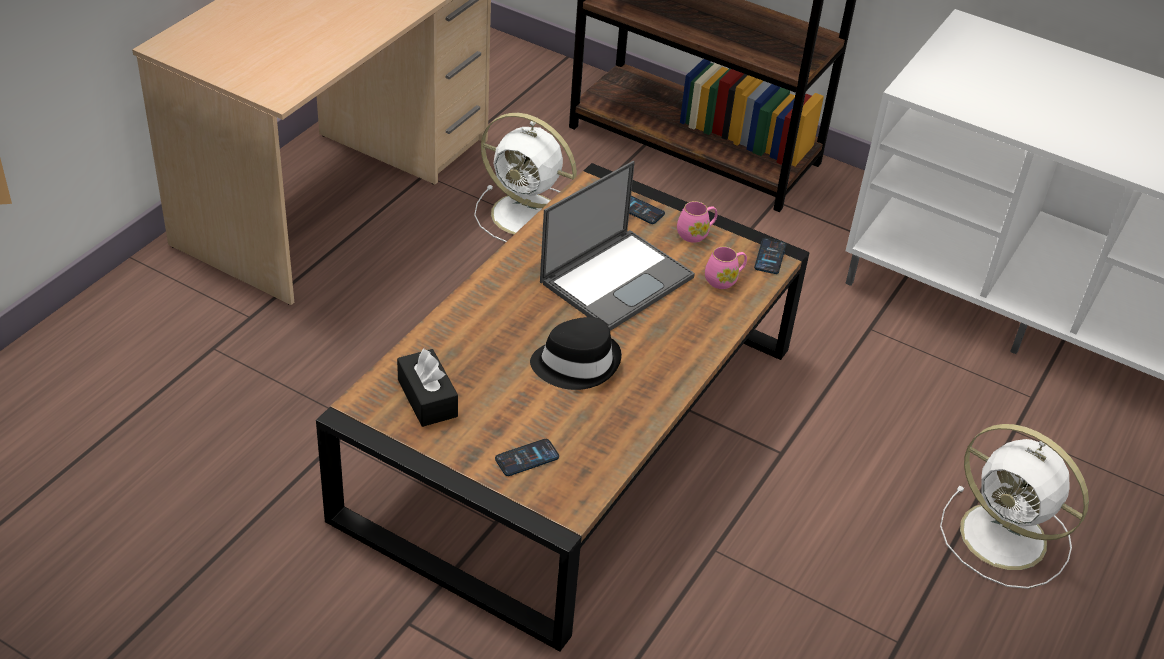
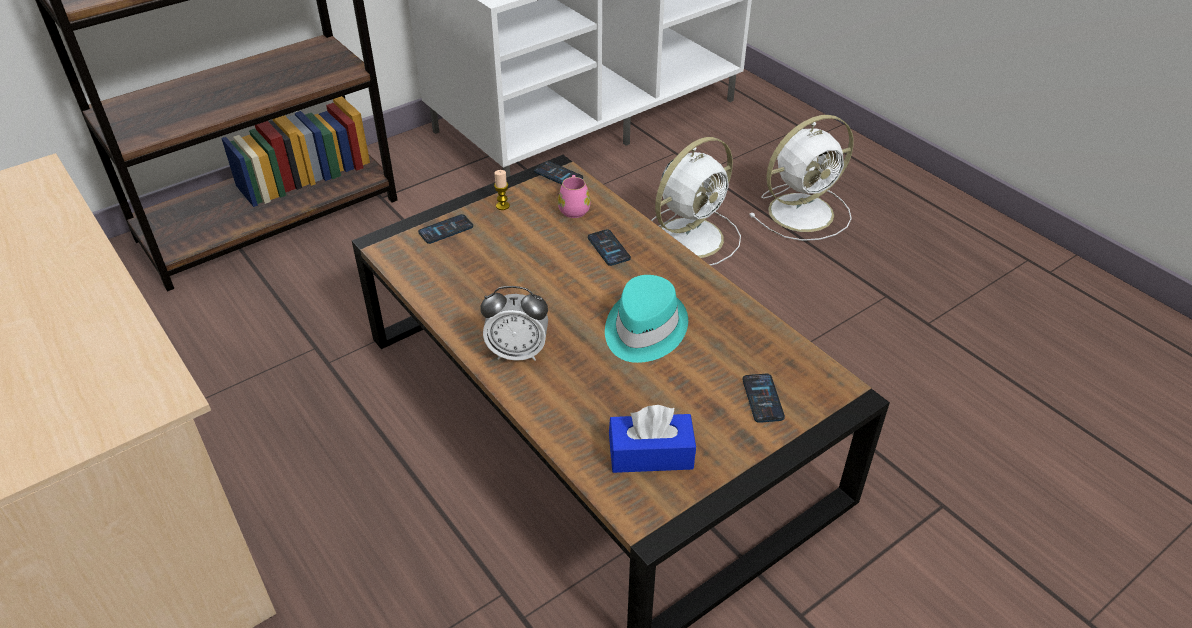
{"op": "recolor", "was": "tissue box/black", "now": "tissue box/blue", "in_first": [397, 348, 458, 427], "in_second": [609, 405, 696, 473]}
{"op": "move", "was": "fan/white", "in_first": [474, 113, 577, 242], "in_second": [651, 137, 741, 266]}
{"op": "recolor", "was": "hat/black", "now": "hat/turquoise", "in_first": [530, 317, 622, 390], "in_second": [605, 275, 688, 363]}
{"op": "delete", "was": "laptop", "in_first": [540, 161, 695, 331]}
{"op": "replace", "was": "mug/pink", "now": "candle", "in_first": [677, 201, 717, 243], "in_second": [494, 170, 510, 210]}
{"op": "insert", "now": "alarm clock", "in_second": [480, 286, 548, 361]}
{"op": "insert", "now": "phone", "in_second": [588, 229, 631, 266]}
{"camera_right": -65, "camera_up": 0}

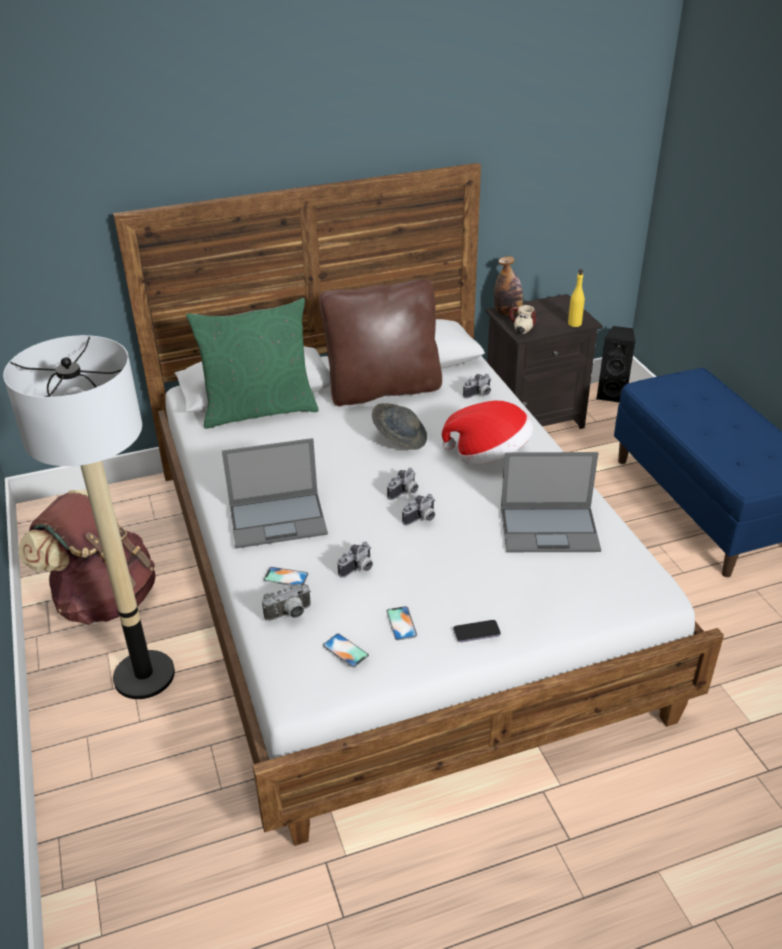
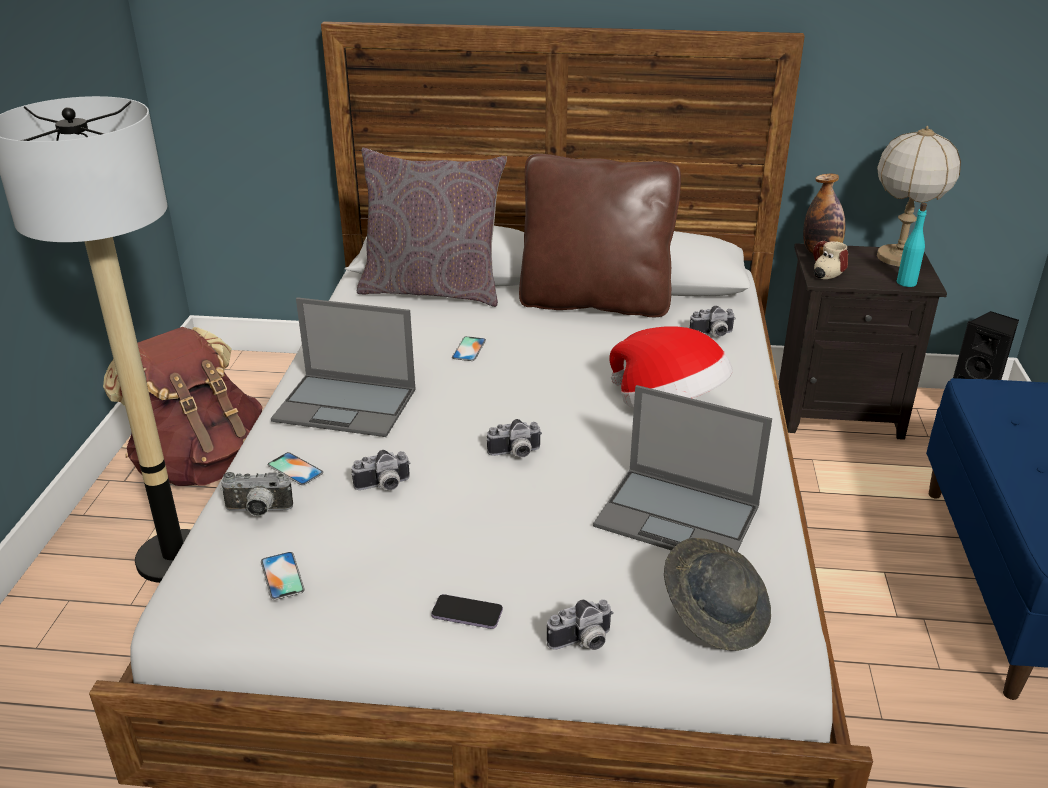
{"op": "recolor", "was": "pillow/green", "now": "pillow/grey", "in_first": [186, 298, 319, 429], "in_second": [357, 148, 507, 307]}
{"op": "move", "was": "hat/grey", "in_first": [372, 403, 427, 450], "in_second": [664, 538, 771, 651]}
{"op": "move", "was": "phone", "in_first": [386, 606, 417, 640], "in_second": [452, 336, 486, 361]}
{"op": "move", "was": "photo camera", "in_first": [387, 468, 418, 500], "in_second": [547, 600, 614, 650]}
{"op": "recolor", "was": "bottle/yellow", "now": "bottle/turquoise", "in_first": [568, 269, 585, 327], "in_second": [897, 203, 927, 287]}
{"op": "insert", "now": "table lamp", "in_second": [877, 126, 961, 267]}
{"camera_right": 25, "camera_up": -5}

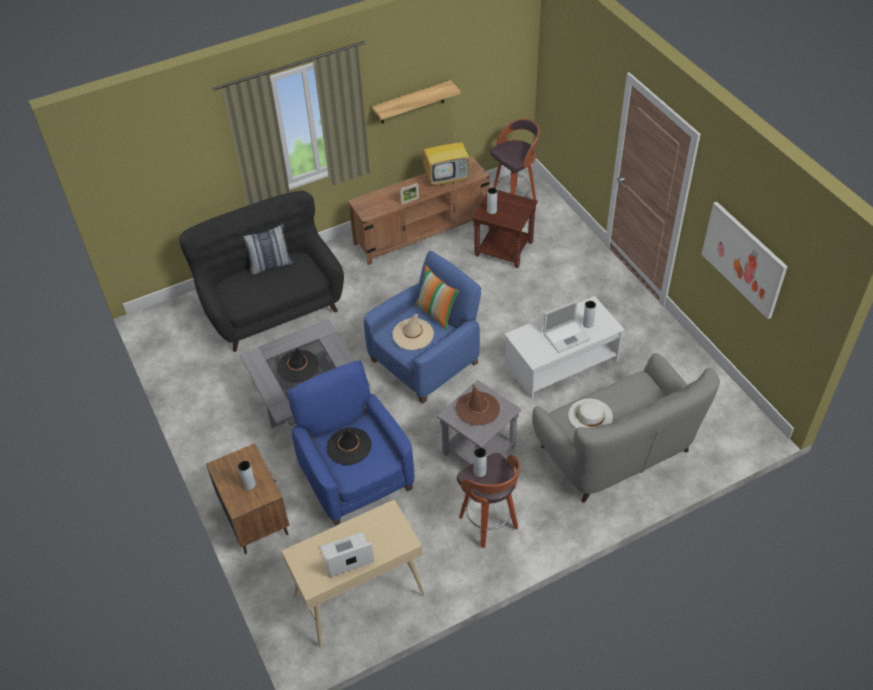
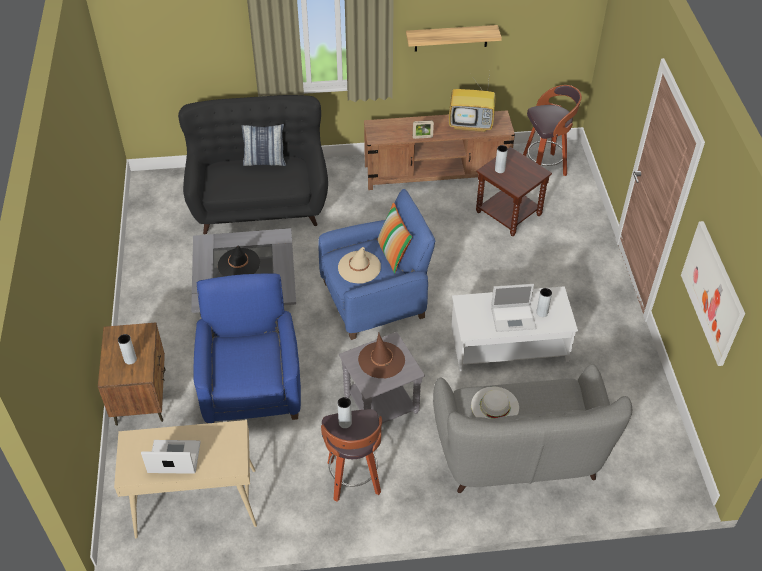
{"op": "delete", "was": "hat/black", "in_first": [327, 427, 371, 465]}
{"camera_right": 20, "camera_up": 0}

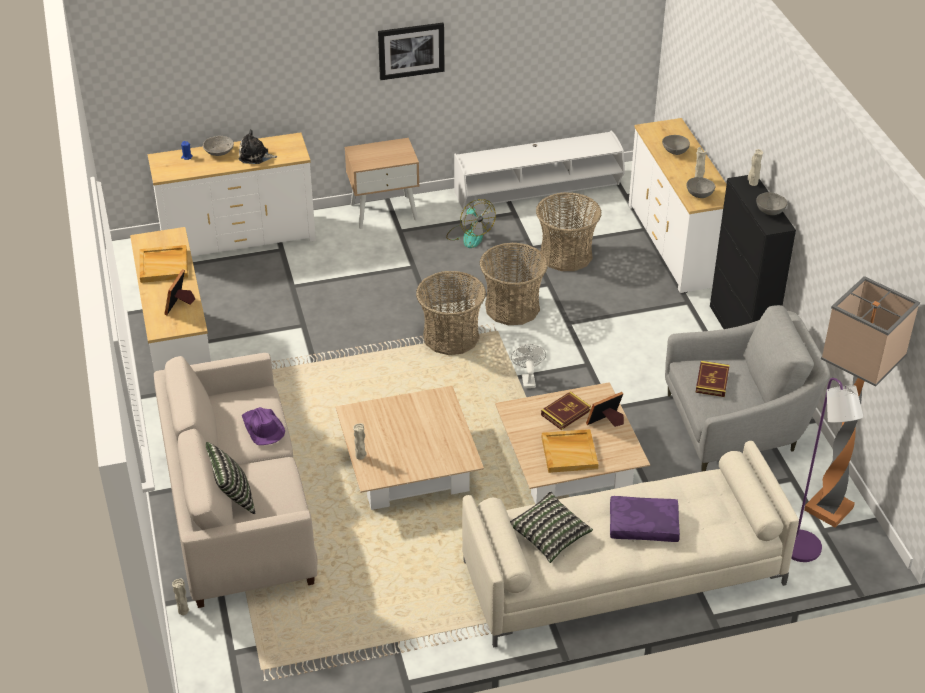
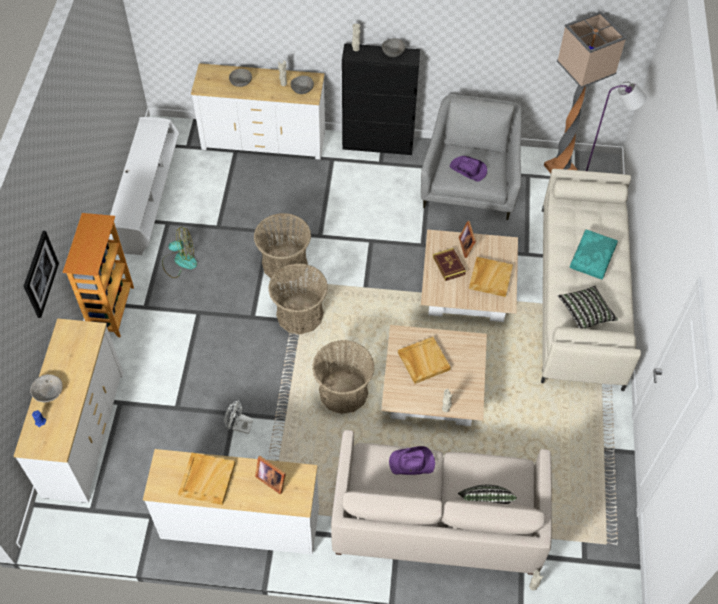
{"op": "delete", "was": "plush toy", "in_first": [239, 129, 278, 164]}
{"op": "replace", "was": "nightstand/beige", "now": "bookcase", "in_first": [345, 138, 420, 229], "in_second": [63, 213, 134, 337]}
{"op": "move", "was": "picture", "in_first": [378, 23, 445, 80], "in_second": [24, 231, 59, 318]}
{"op": "move", "was": "fan/white", "in_first": [511, 344, 546, 388], "in_second": [225, 400, 253, 434]}
{"op": "move", "was": "basket", "in_first": [536, 192, 602, 271], "in_second": [312, 340, 375, 414]}
{"op": "recolor", "was": "pillow/purple", "now": "pillow/turquoise", "in_first": [610, 496, 680, 542], "in_second": [570, 230, 618, 279]}
{"op": "replace", "was": "book", "now": "hat/purple", "in_first": [695, 361, 730, 397], "in_second": [450, 156, 487, 182]}
{"op": "insert", "now": "tray/beige", "in_second": [398, 337, 451, 384]}
{"camera_right": -70, "camera_up": 15}

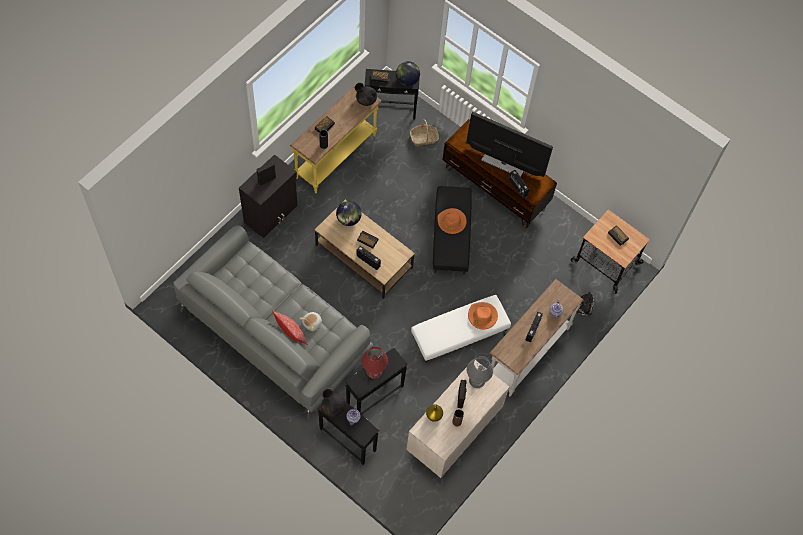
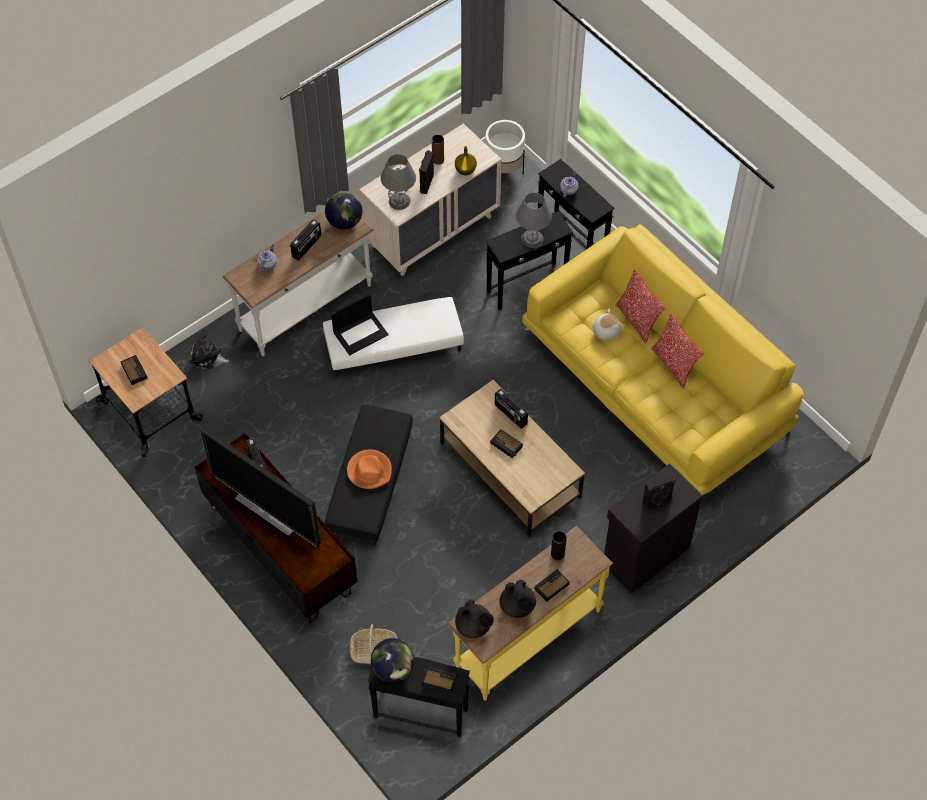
{"op": "recolor", "was": "sofa/grey", "now": "sofa/yellow", "in_first": [173, 226, 373, 419], "in_second": [522, 224, 804, 495]}
{"op": "move", "was": "teapot/black", "in_first": [322, 389, 346, 417], "in_second": [499, 579, 536, 618]}
{"op": "move", "was": "globe", "in_first": [336, 201, 362, 226], "in_second": [325, 192, 362, 230]}
{"op": "recolor", "was": "table lamp/red", "now": "table lamp/grey", "in_first": [362, 346, 388, 379], "in_second": [516, 192, 552, 248]}
{"op": "replace", "was": "hat/orange", "now": "laptop", "in_first": [468, 302, 498, 329], "in_second": [331, 294, 388, 355]}
{"op": "insert", "now": "planter/white", "in_second": [485, 120, 525, 175]}
{"op": "insert", "now": "pillow", "in_second": [652, 314, 704, 389]}
{"camera_right": -165, "camera_up": -5}

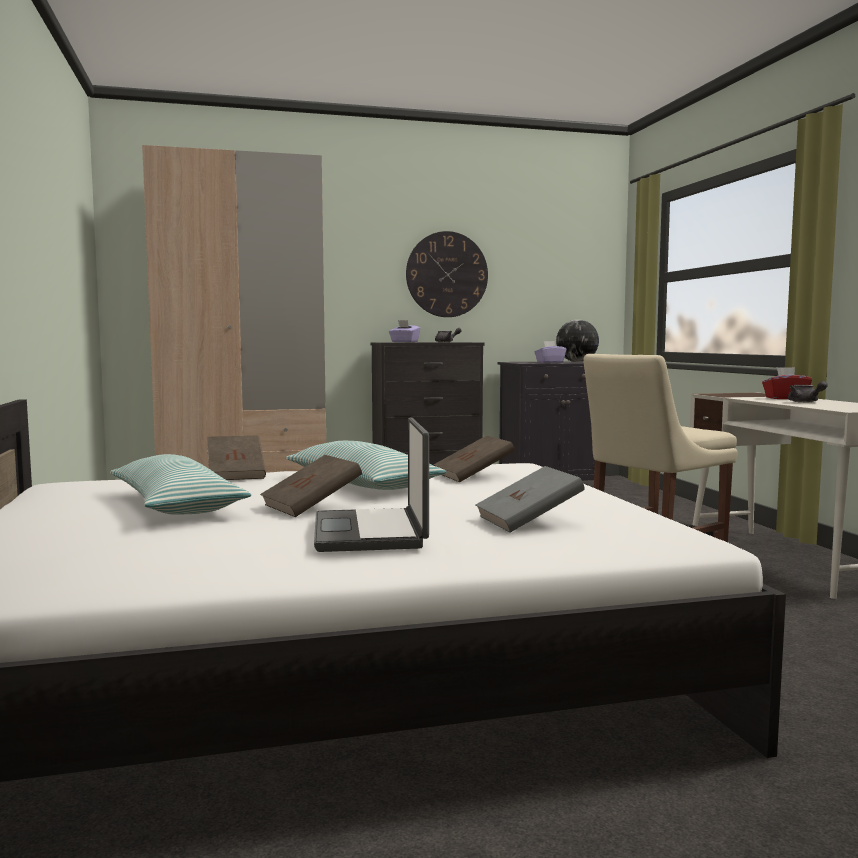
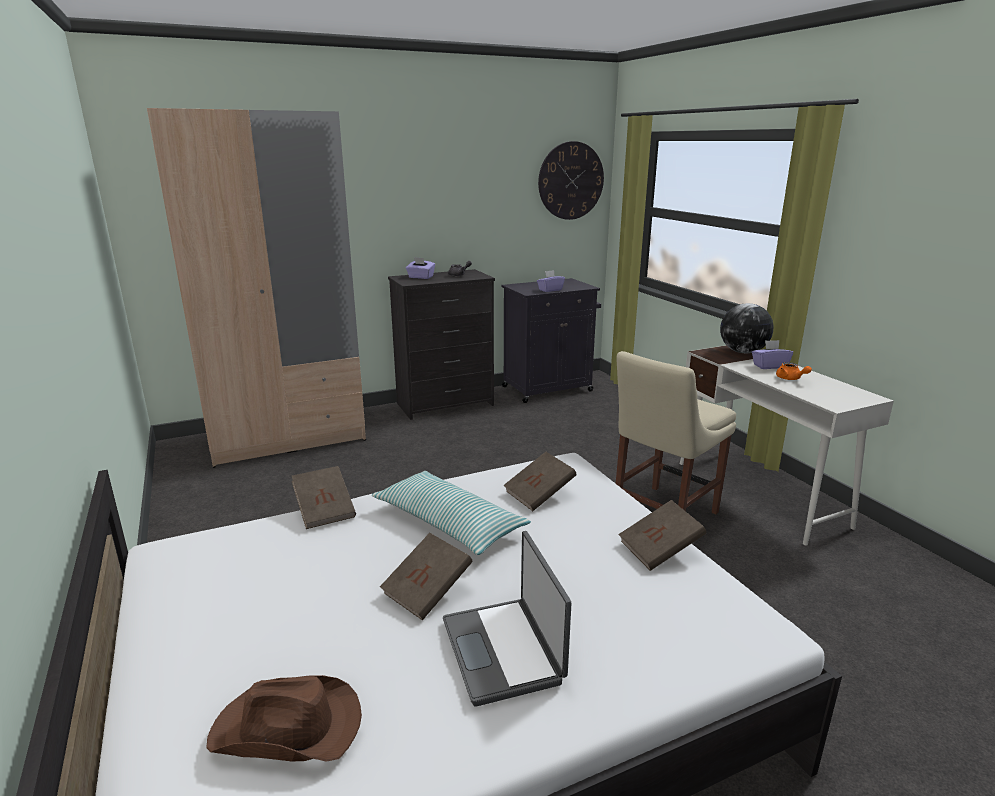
{"op": "delete", "was": "pillow", "in_first": [110, 454, 251, 515]}
{"op": "move", "was": "wall clock", "in_first": [406, 231, 488, 317], "in_second": [538, 141, 604, 220]}
{"op": "delete", "was": "book/grey", "in_first": [475, 466, 585, 533]}
{"op": "move", "was": "globe", "in_first": [556, 320, 599, 362], "in_second": [720, 303, 774, 353]}
{"op": "recolor", "was": "tissue box/red", "now": "tissue box/purple", "in_first": [762, 367, 812, 399], "in_second": [752, 340, 793, 369]}
{"op": "recolor", "was": "teapot/grey", "now": "teapot/orange", "in_first": [788, 381, 828, 402], "in_second": [776, 362, 812, 380]}
{"op": "insert", "now": "hat/brown", "in_second": [206, 675, 362, 762]}
{"op": "insert", "now": "book/brown", "in_second": [618, 500, 706, 571]}
{"camera_right": -10, "camera_up": 15}

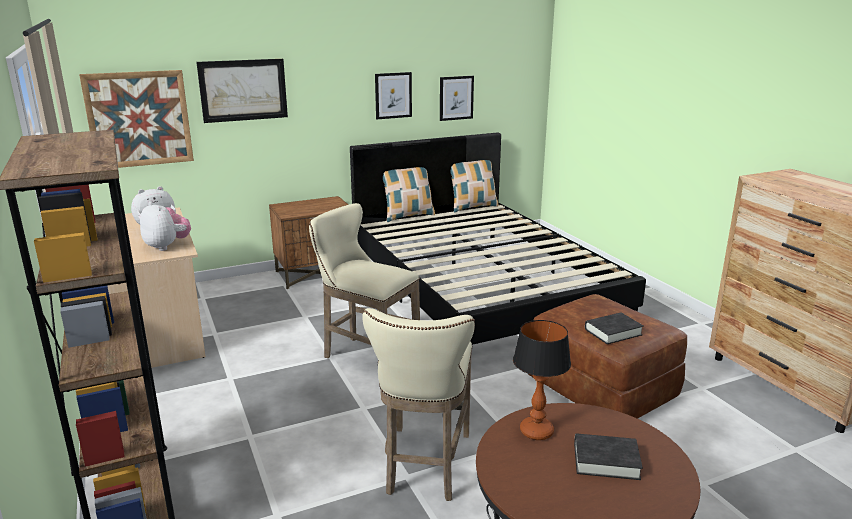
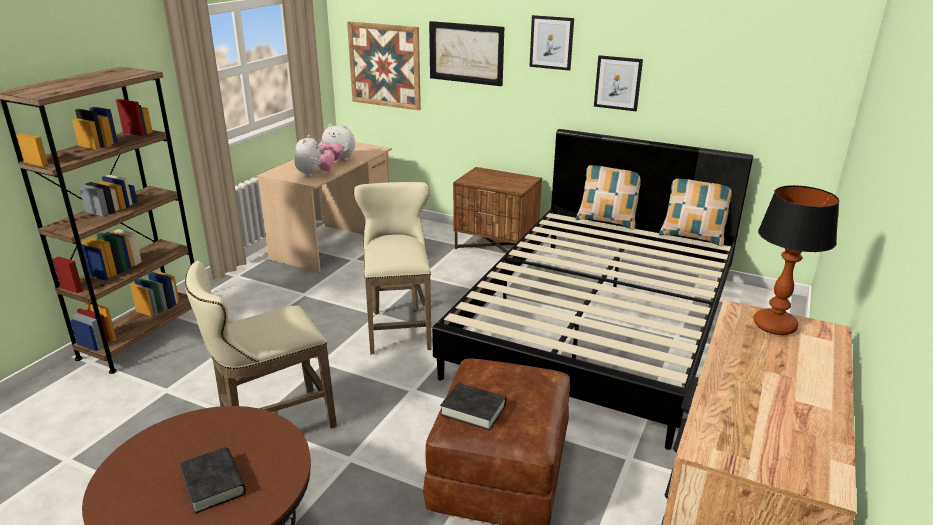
{"op": "move", "was": "picture", "in_first": [440, 76, 474, 121], "in_second": [529, 15, 574, 71]}
{"op": "move", "was": "table lamp", "in_first": [513, 320, 571, 440], "in_second": [754, 185, 840, 335]}
{"camera_right": 50, "camera_up": 5}

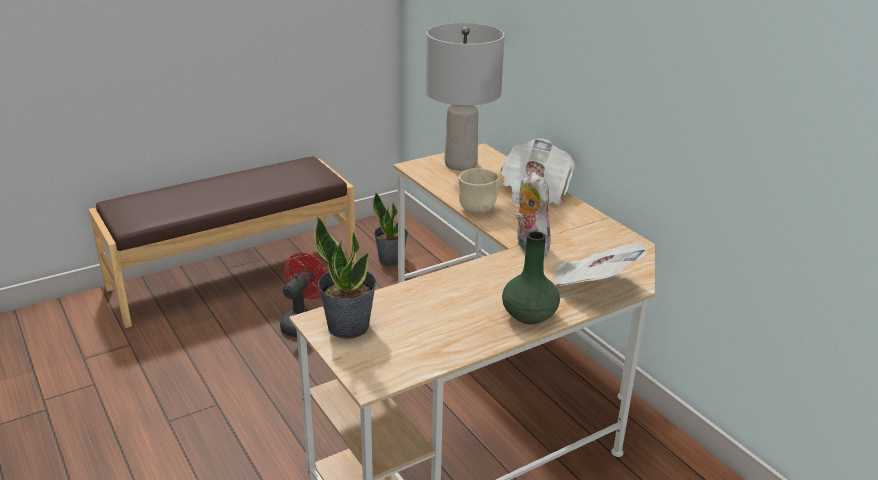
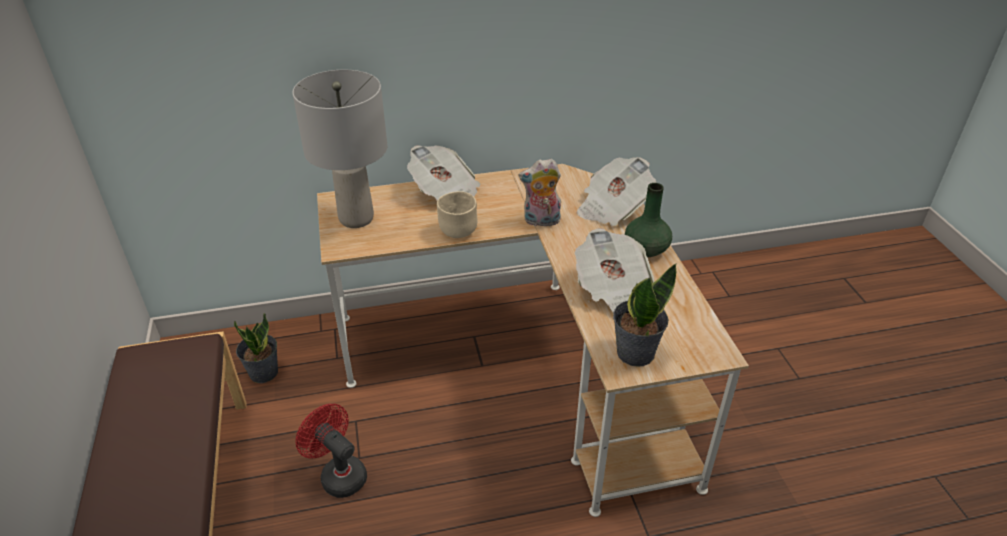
{"op": "insert", "now": "newspaper", "in_second": [575, 228, 655, 313]}
{"camera_right": -70, "camera_up": 10}

